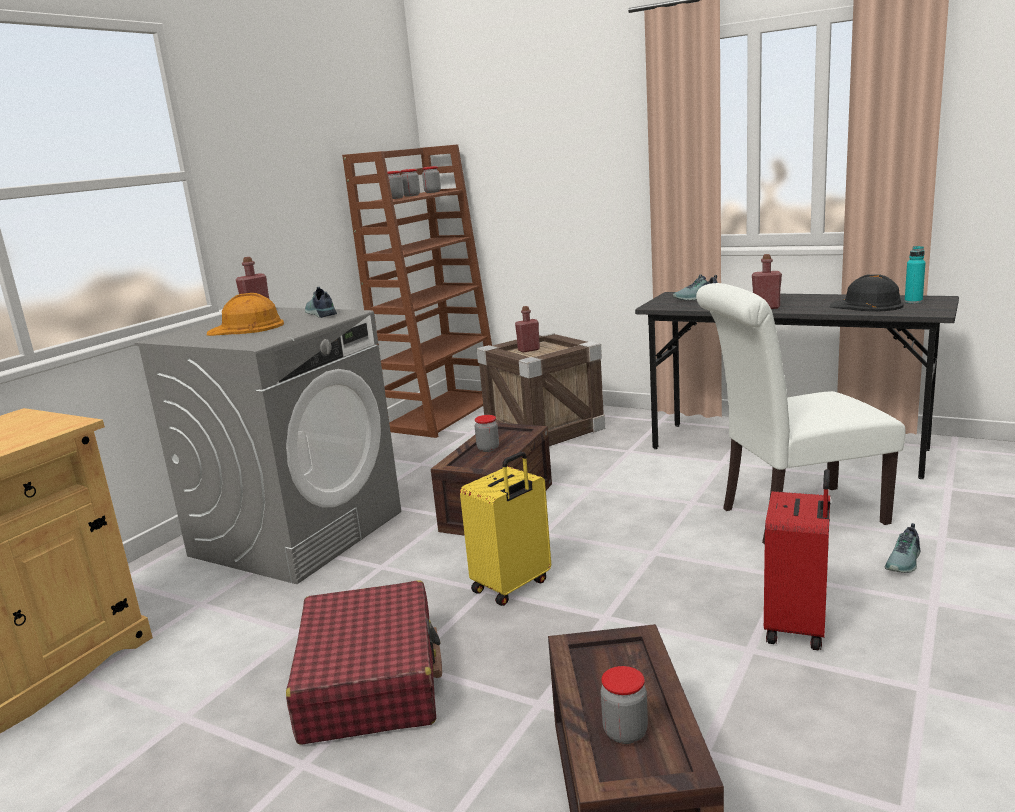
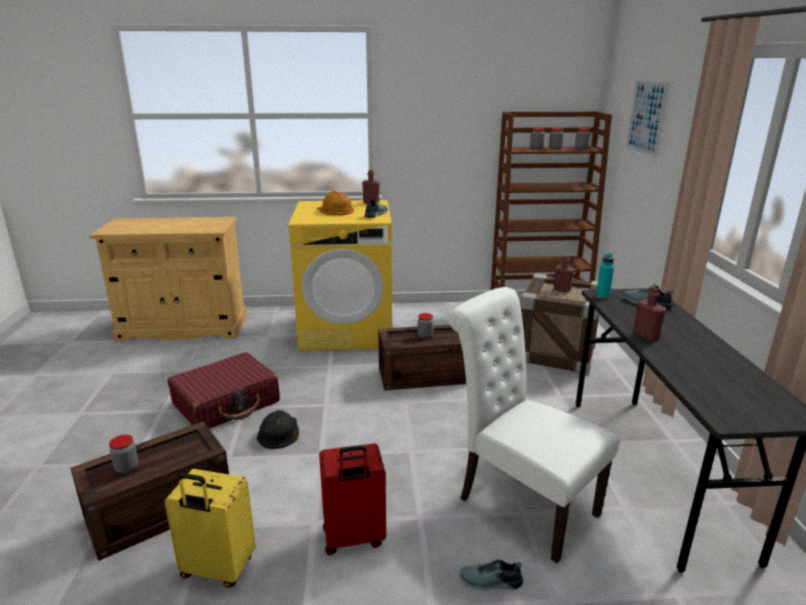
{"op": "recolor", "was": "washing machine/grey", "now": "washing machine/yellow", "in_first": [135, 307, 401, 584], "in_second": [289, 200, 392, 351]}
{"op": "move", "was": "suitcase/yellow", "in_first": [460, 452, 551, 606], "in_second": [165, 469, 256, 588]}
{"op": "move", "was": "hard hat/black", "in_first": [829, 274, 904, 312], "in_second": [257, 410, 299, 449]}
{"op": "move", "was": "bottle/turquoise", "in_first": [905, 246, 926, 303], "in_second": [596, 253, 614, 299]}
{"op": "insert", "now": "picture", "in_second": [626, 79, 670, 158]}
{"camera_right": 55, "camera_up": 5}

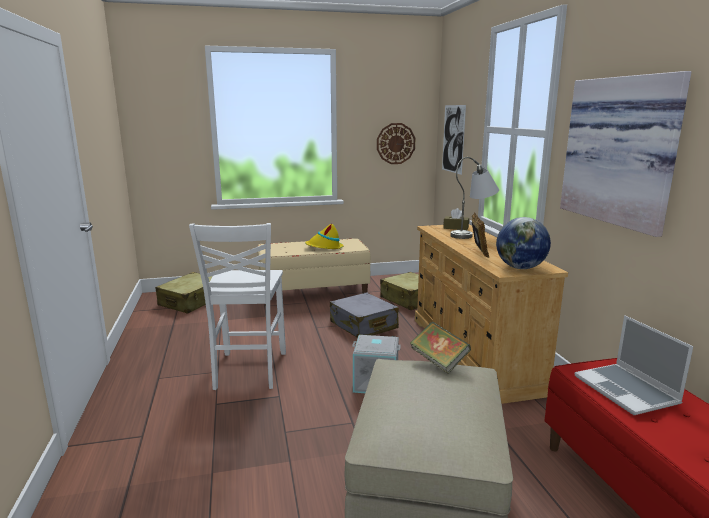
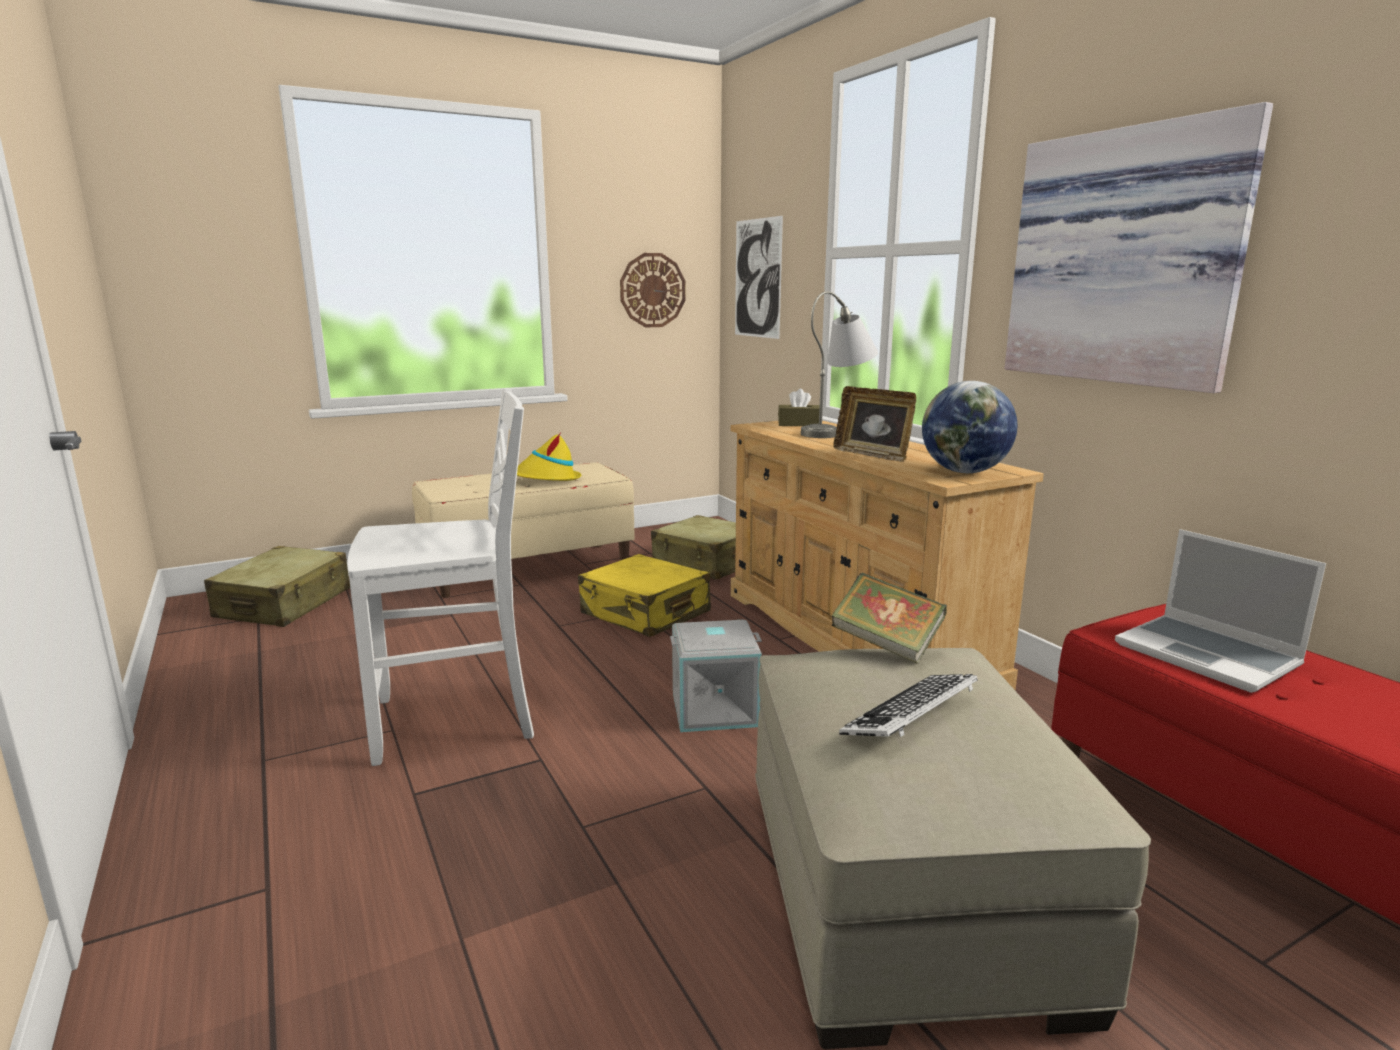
{"op": "rotate", "was": "chair/white", "in_first": [189, 223, 286, 390], "in_second": [347, 389, 534, 766], "clockwise": -90}
{"op": "recolor", "was": "suitcase/grey", "now": "suitcase/yellow", "in_first": [330, 292, 399, 338], "in_second": [578, 554, 711, 637]}
{"op": "rotate", "was": "picture frame", "in_first": [472, 212, 489, 258], "in_second": [833, 386, 916, 462], "clockwise": 150}
{"op": "insert", "now": "keyboard", "in_second": [839, 674, 978, 737]}
{"camera_right": -15, "camera_up": 0}

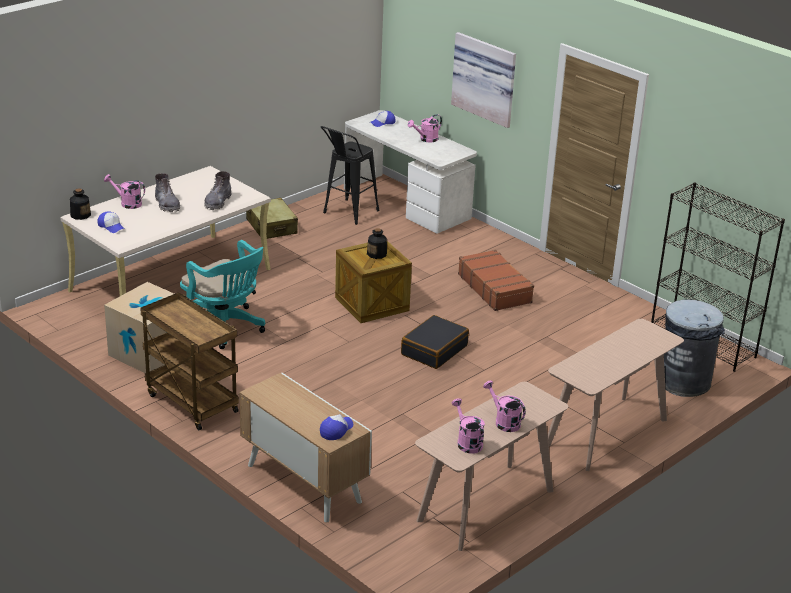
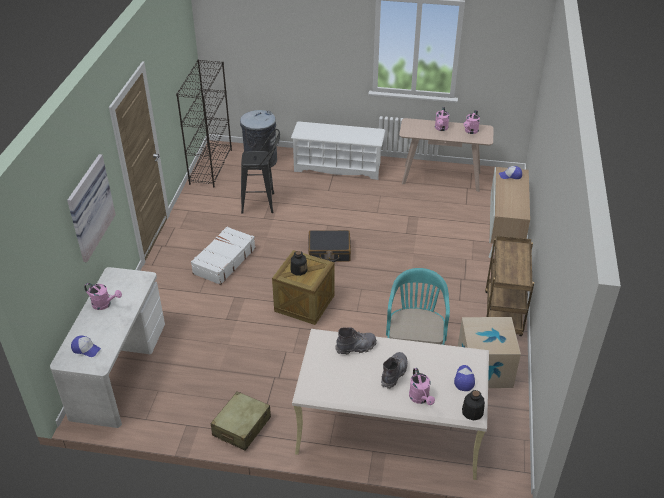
{"op": "move", "was": "stool/black", "in_first": [321, 126, 379, 225], "in_second": [241, 129, 280, 214]}
{"op": "recolor", "was": "suitcase/brown", "now": "suitcase/white", "in_first": [458, 250, 534, 311], "in_second": [191, 227, 256, 285]}
{"op": "replace", "was": "console table/beige", "now": "shoe rack/white", "in_first": [547, 319, 684, 471], "in_second": [291, 121, 385, 180]}
{"camera_right": -125, "camera_up": 10}

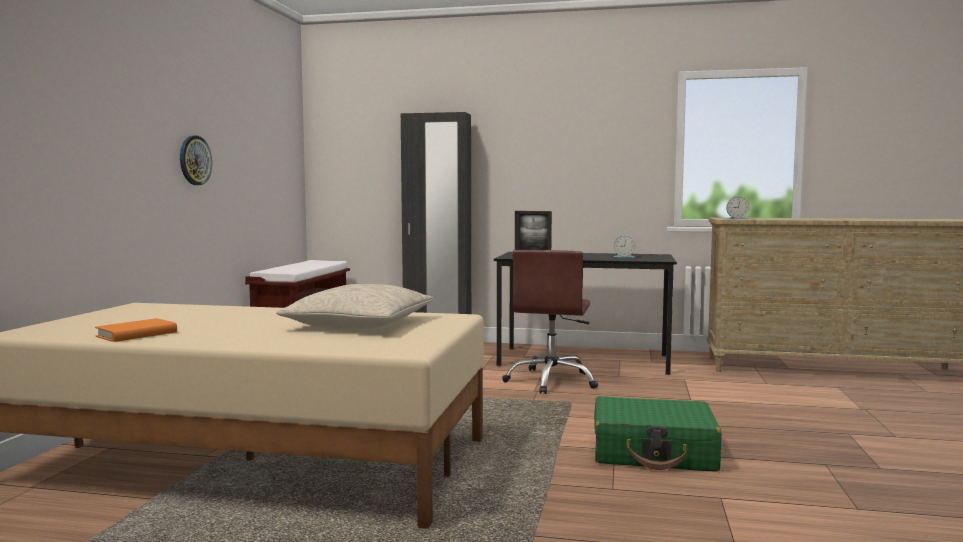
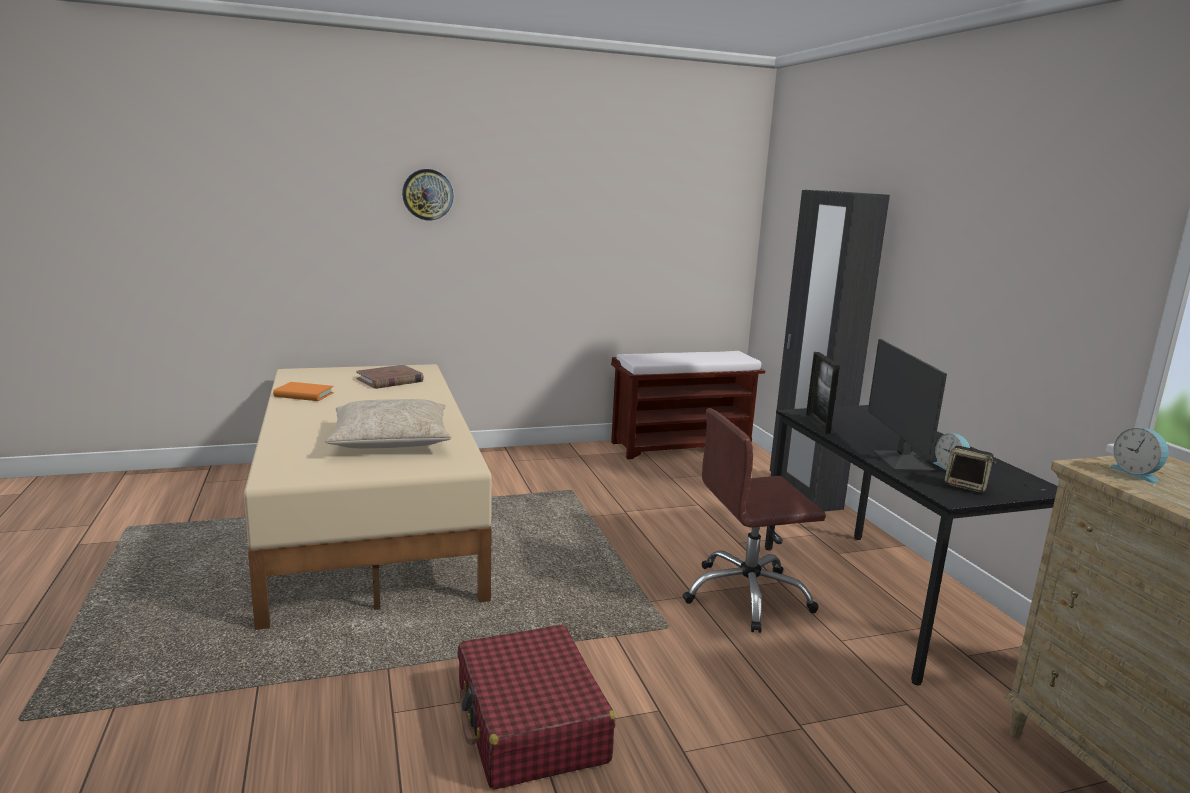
{"op": "move", "was": "wall clock", "in_first": [180, 135, 212, 185], "in_second": [402, 169, 453, 220]}
{"op": "recolor", "was": "suitcase/green", "now": "suitcase/red", "in_first": [594, 396, 722, 472], "in_second": [458, 625, 615, 790]}
{"op": "insert", "now": "book/brown", "in_second": [356, 365, 424, 389]}
{"op": "insert", "now": "monitor", "in_second": [868, 339, 947, 471]}
{"op": "insert", "now": "speaker", "in_second": [944, 446, 996, 493]}
{"camera_right": 60, "camera_up": 10}

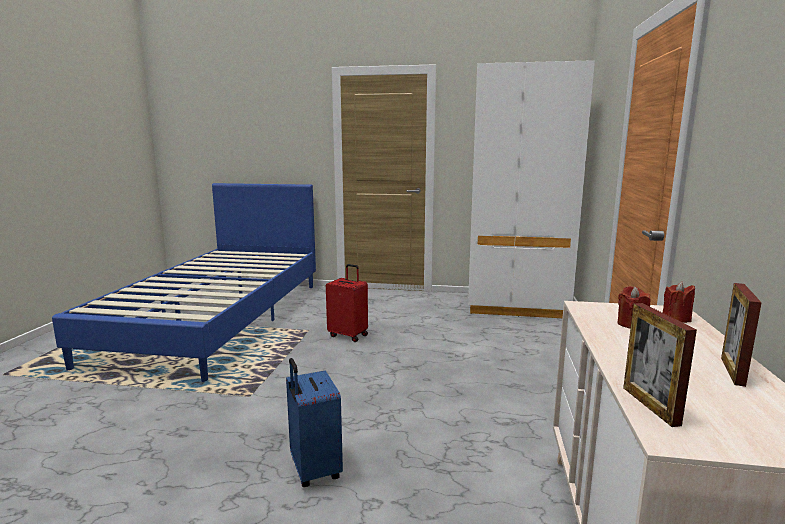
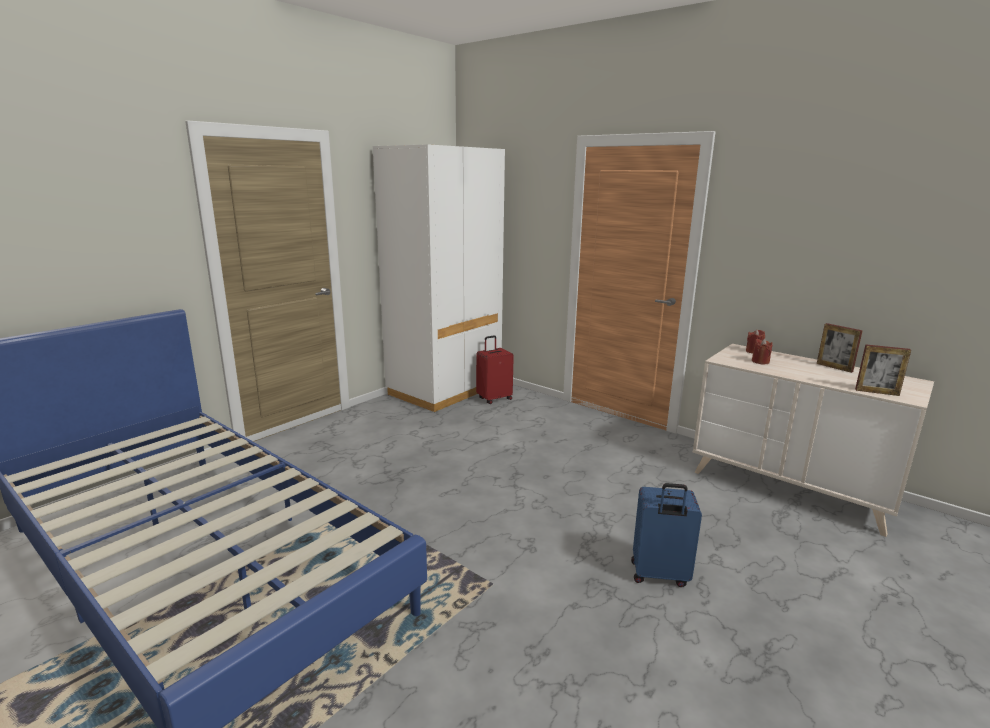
{"op": "move", "was": "suitcase/red", "in_first": [326, 264, 368, 342], "in_second": [476, 336, 514, 404]}
{"camera_right": -60, "camera_up": 5}

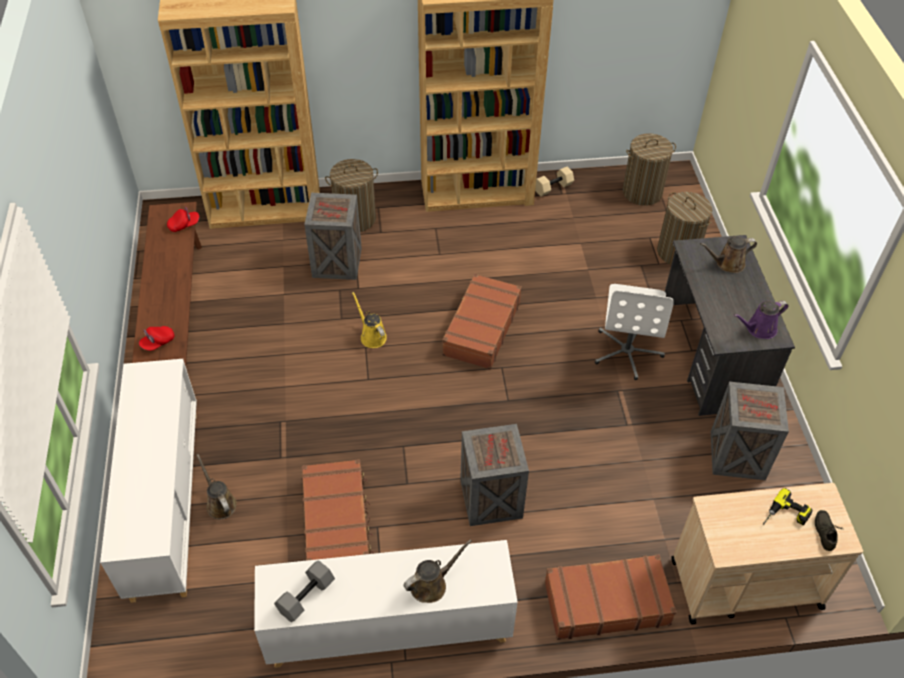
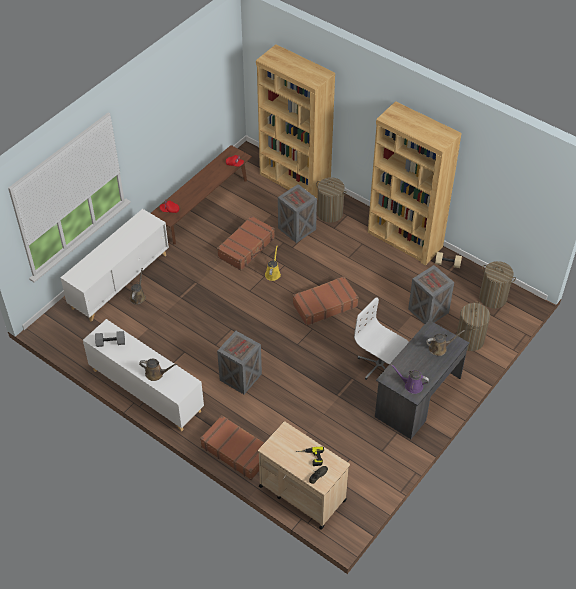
{"op": "move", "was": "suitcase/brown", "in_first": [301, 459, 374, 561], "in_second": [217, 216, 275, 271]}
{"op": "rotate", "was": "office chair/white", "in_first": [595, 284, 673, 380], "in_second": [354, 297, 409, 380], "clockwise": 75}
{"op": "rotate", "was": "watering can/brown", "in_first": [700, 236, 757, 273], "in_second": [426, 330, 465, 356], "clockwise": 135}
{"op": "move", "was": "crate", "in_first": [711, 382, 789, 480], "in_second": [408, 265, 454, 324]}
{"camera_right": 45, "camera_up": 0}

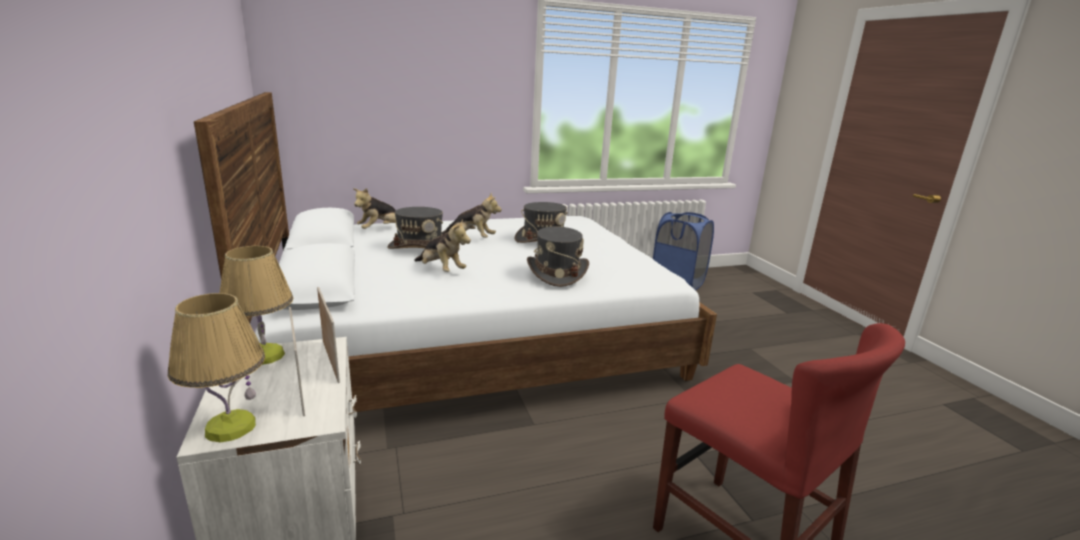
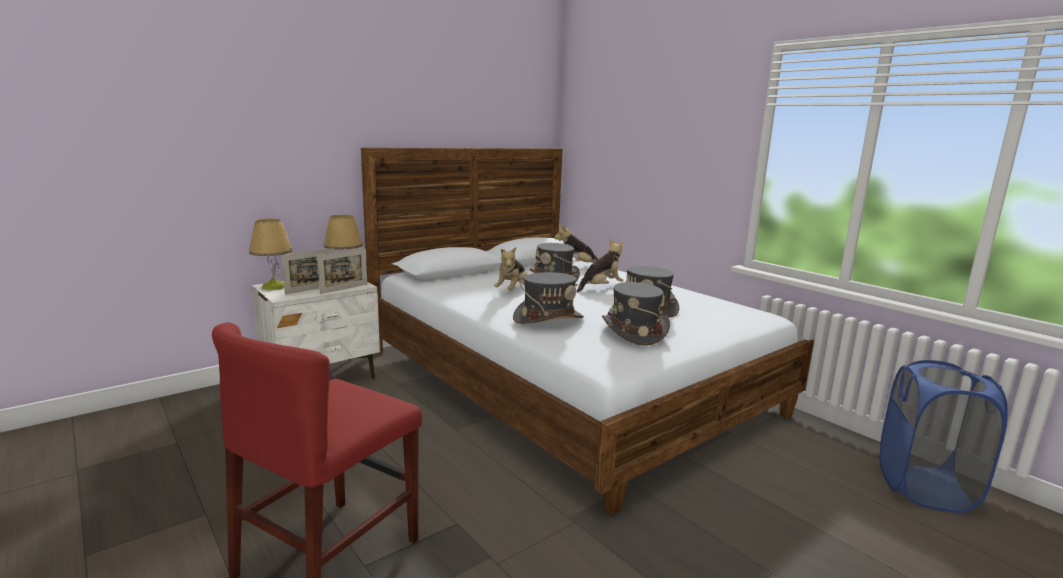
{"op": "rotate", "was": "plush toy", "in_first": [442, 193, 502, 238], "in_second": [577, 239, 624, 293], "clockwise": -120}
{"op": "insert", "now": "hat/grey", "in_second": [602, 282, 670, 346]}
{"camera_right": 70, "camera_up": -5}

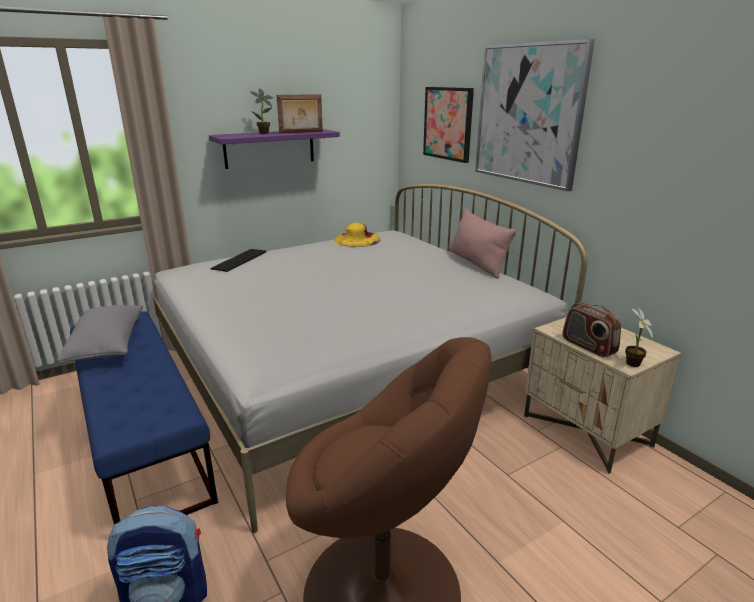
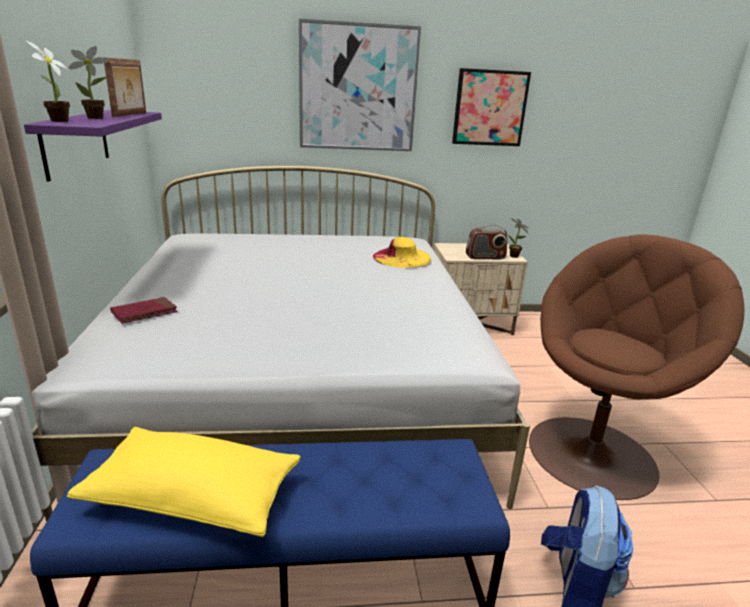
{"op": "recolor", "was": "pillow/grey", "now": "pillow/yellow", "in_first": [57, 305, 143, 363], "in_second": [67, 427, 300, 537]}
{"op": "replace", "was": "keyboard", "now": "book/red", "in_first": [210, 249, 266, 272], "in_second": [110, 297, 178, 324]}
{"op": "move", "was": "hat/yellow", "in_first": [334, 222, 381, 247], "in_second": [373, 237, 431, 268]}
{"op": "move", "was": "picture", "in_first": [423, 87, 474, 163], "in_second": [452, 68, 531, 146]}
{"op": "delete", "was": "pillow/pink", "in_first": [449, 209, 517, 279]}
{"op": "insert", "now": "potted plant", "in_second": [27, 41, 70, 122]}
{"camera_right": -65, "camera_up": 0}

